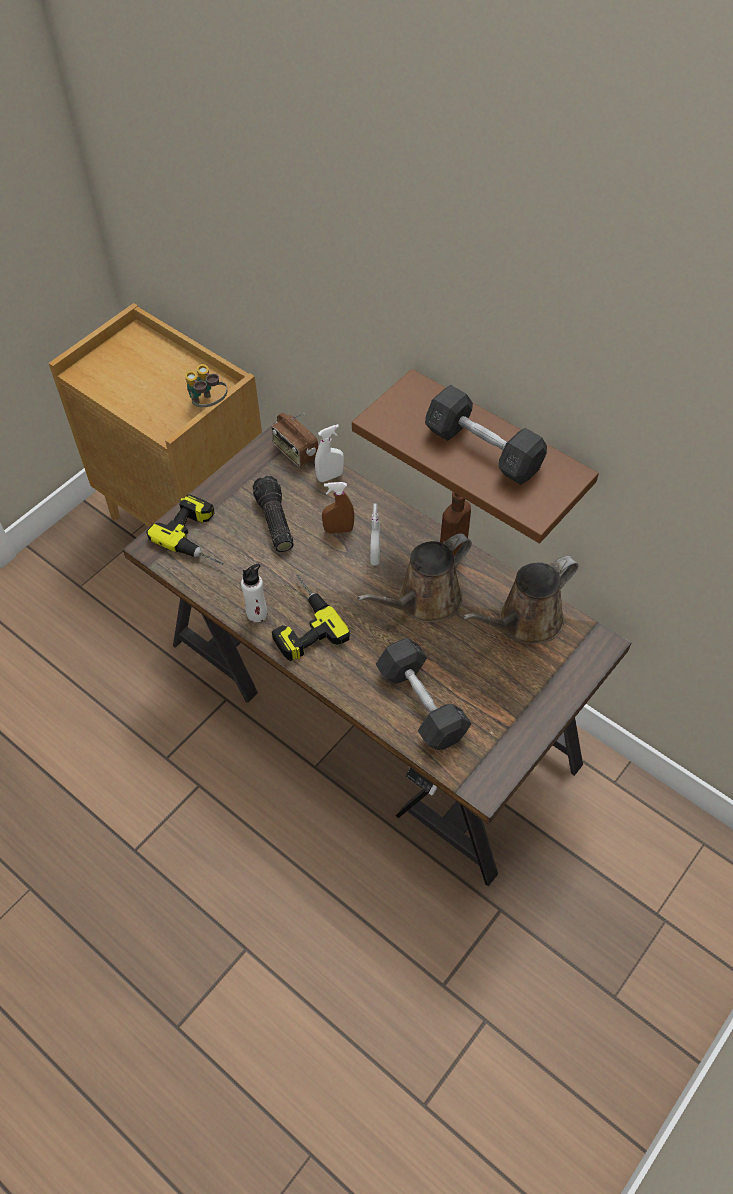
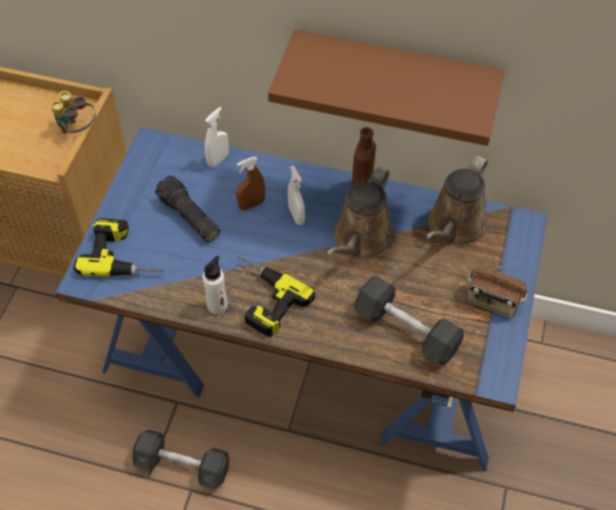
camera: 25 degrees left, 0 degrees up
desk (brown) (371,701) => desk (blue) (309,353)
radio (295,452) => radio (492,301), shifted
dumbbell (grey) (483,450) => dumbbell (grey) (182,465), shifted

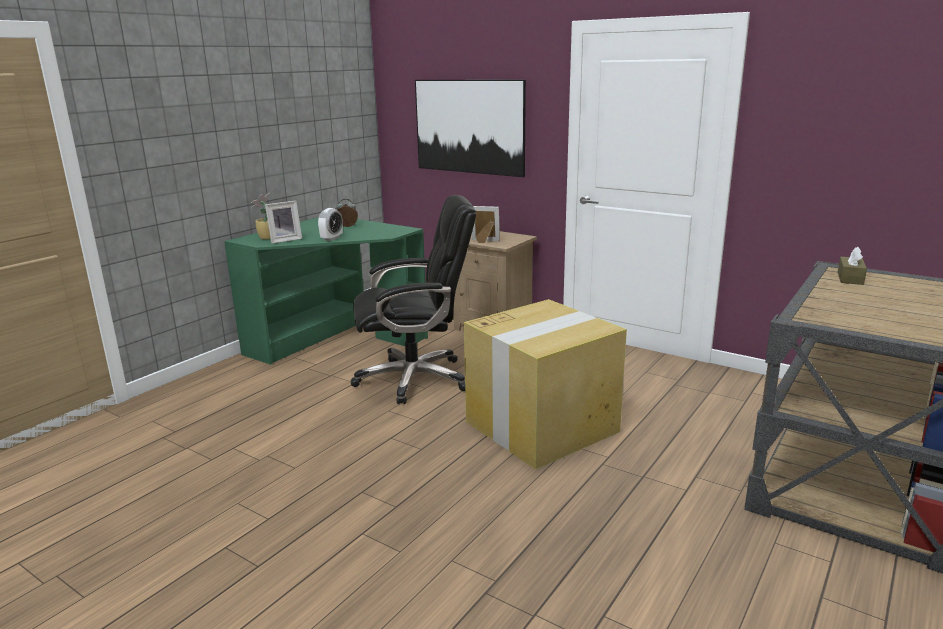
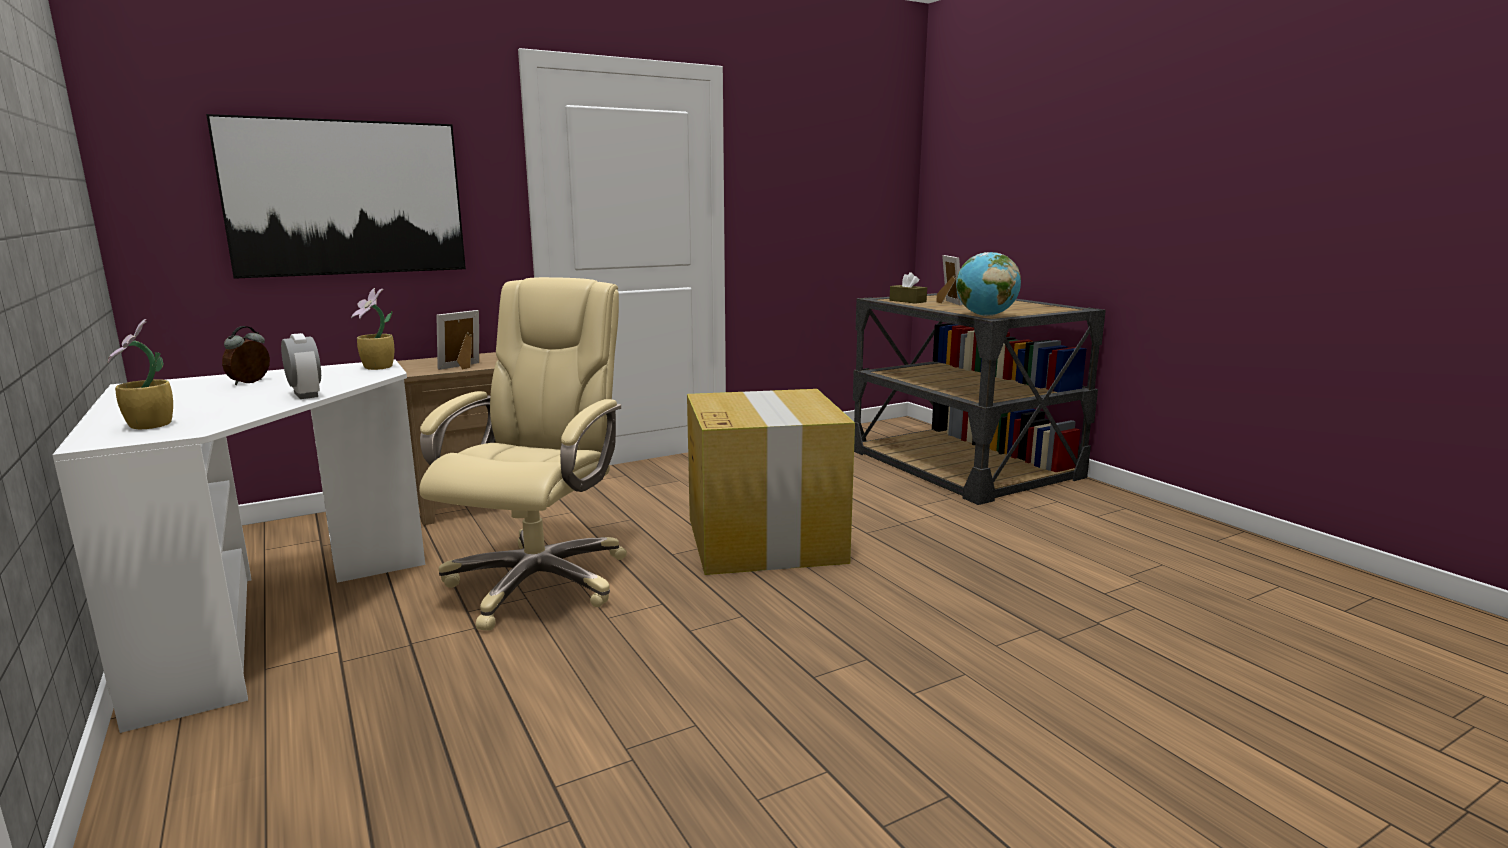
camera: 65 degrees left, 5 degrees down
desk (green) (335,341) => desk (white) (274,617)
picture frame (285,240) => picture frame (947,303), shifted
office chair (black) (415,379) => office chair (beige) (539,581)
nothing => potted plant (378,367)
nothing => globe (985,315)

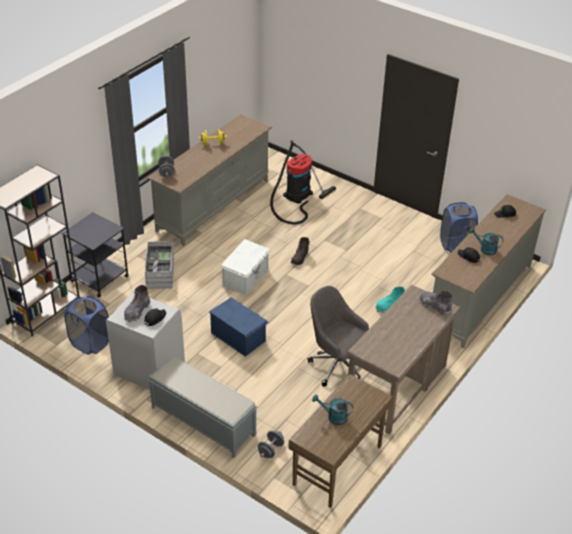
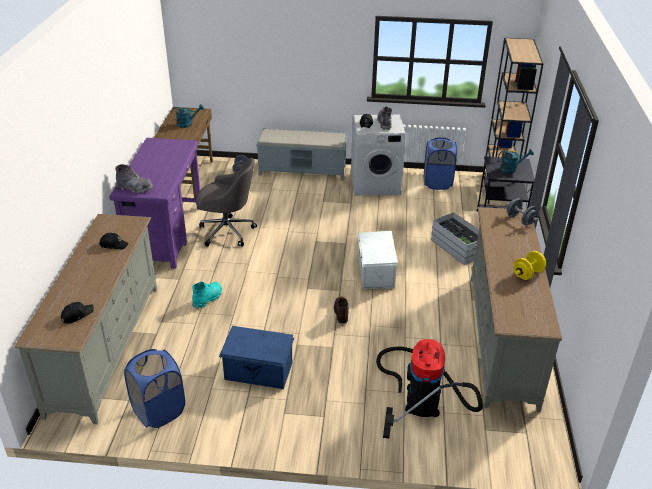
camera: 150 degrees right, 5 degrees down
storage box (blue) (238,336) => storage box (blue) (259,371), shifted
desk (brown) (397,388) => desk (purple) (165,234)
watering can (turquoise) (485,249) => watering can (turquoise) (511,169), shifted

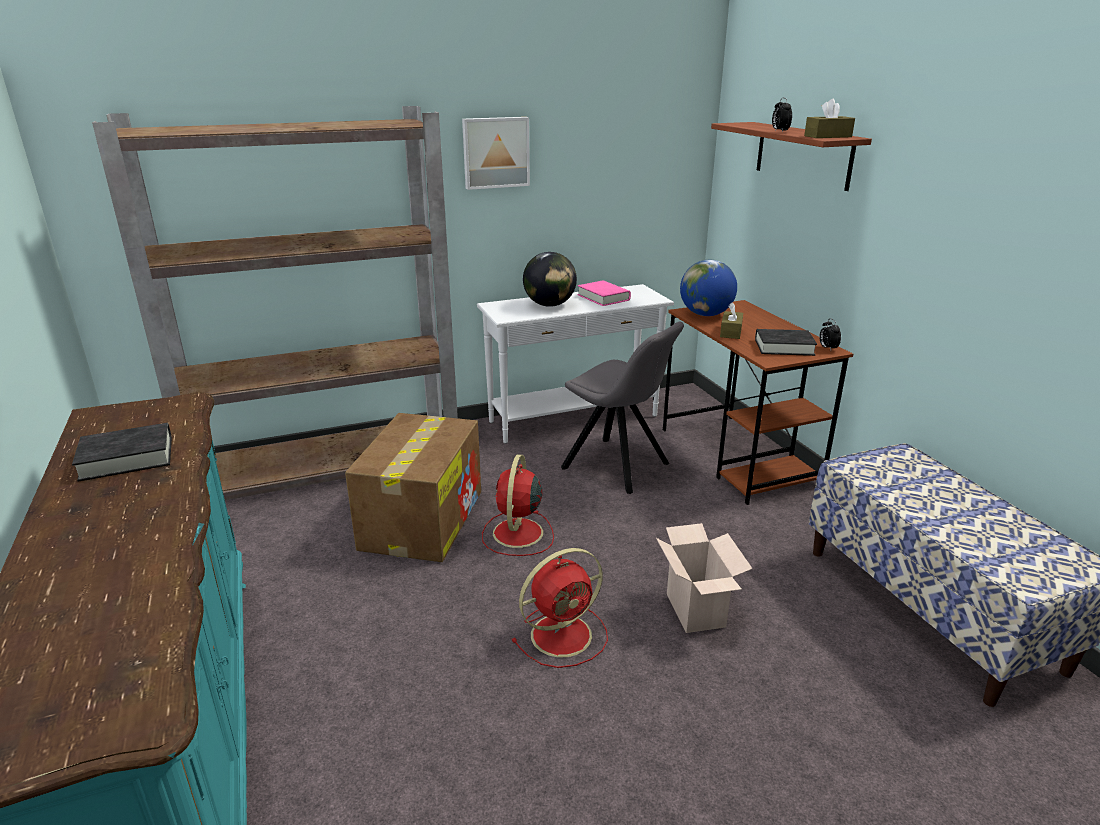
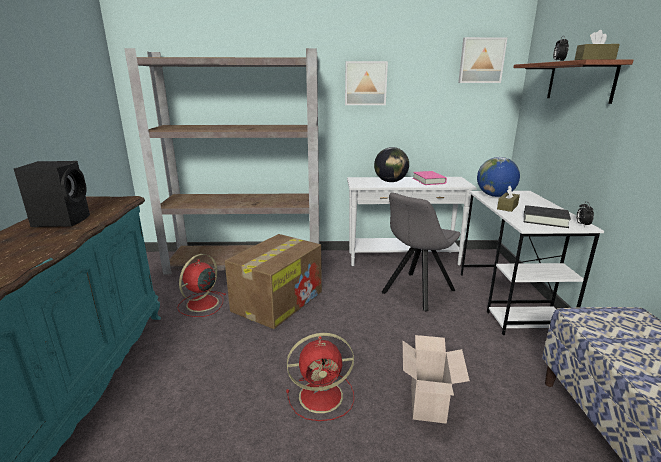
camera: 20 degrees right, 5 degrees down
book (black) (127,458) => speaker (black) (63,220)
fan (red) (517,534) => fan (red) (201,304), shifted
chair (grey) (616,466) => chair (grey) (417,291), 75 degrees clockwise
desk (brown) (738,457) => desk (white) (510,301)
nothing => picture (481,60)

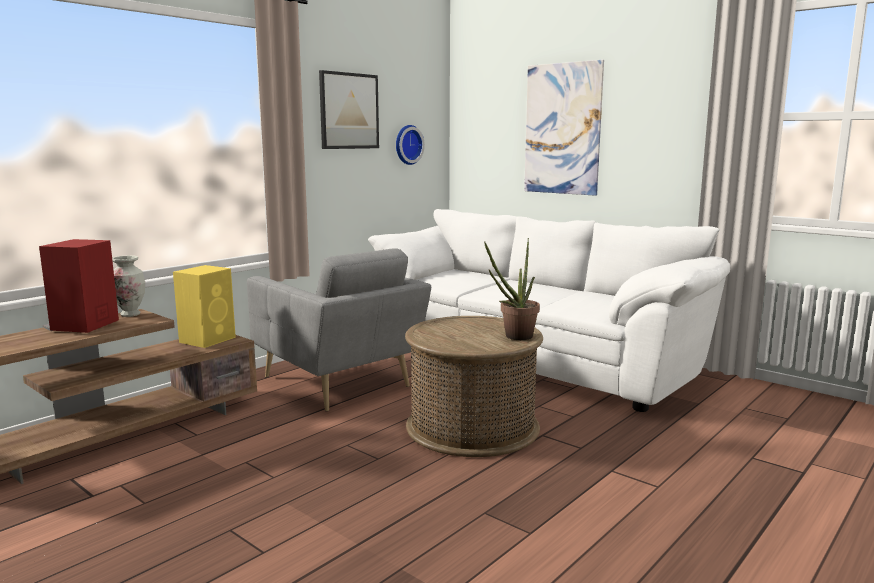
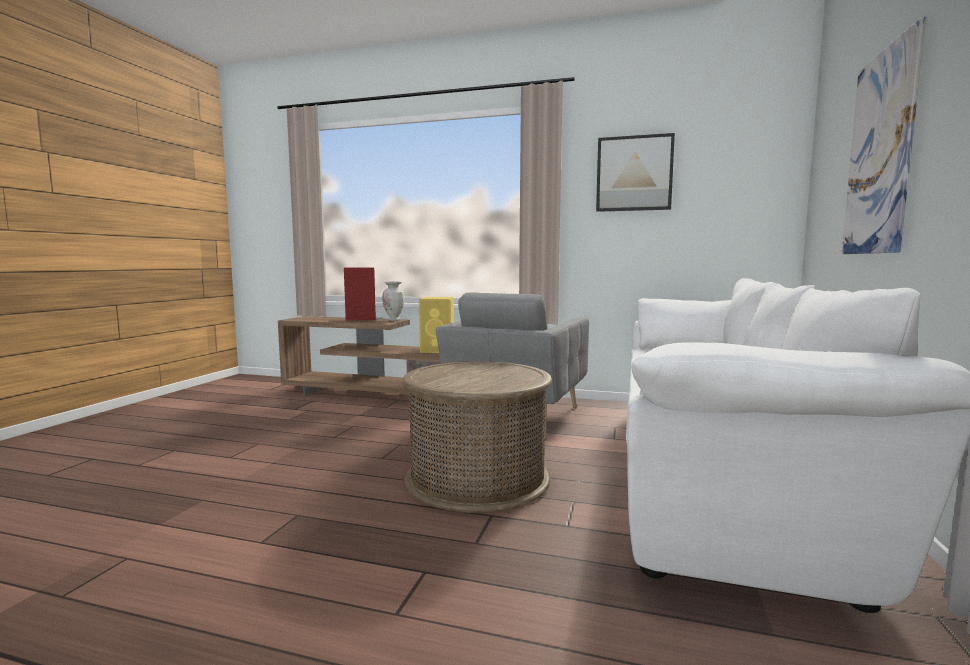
camera: 65 degrees right, 5 degrees down
wall clock (407,144) => nothing
potted plant (514,337) => nothing

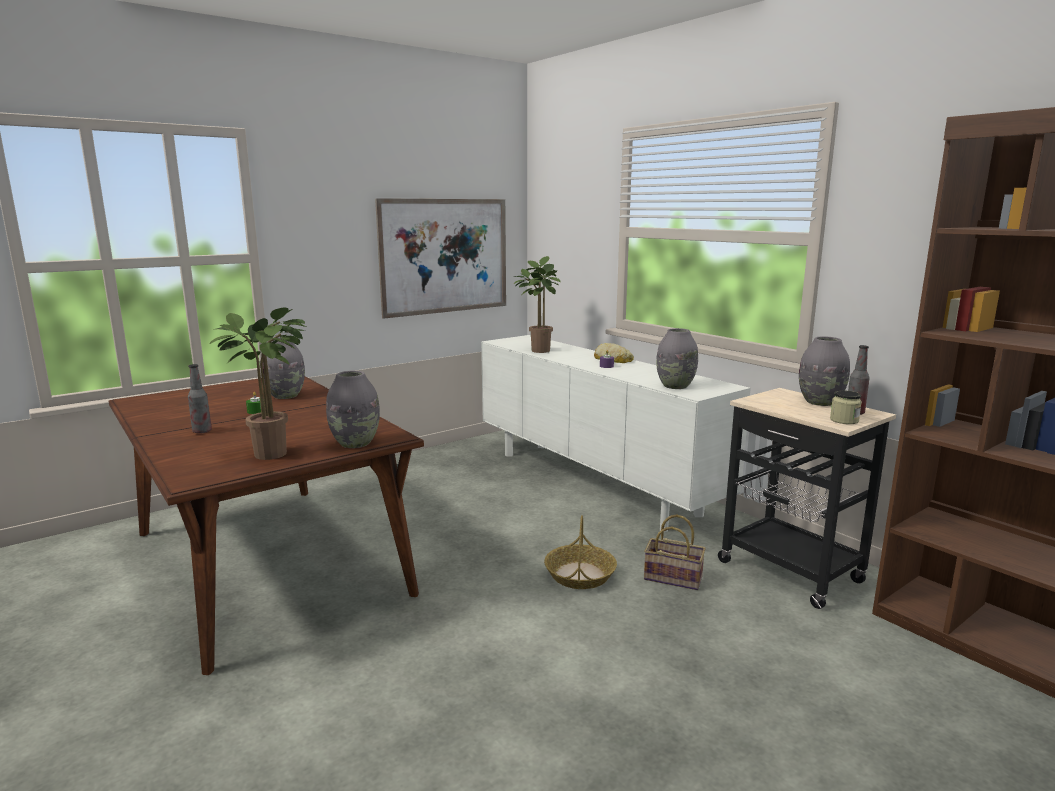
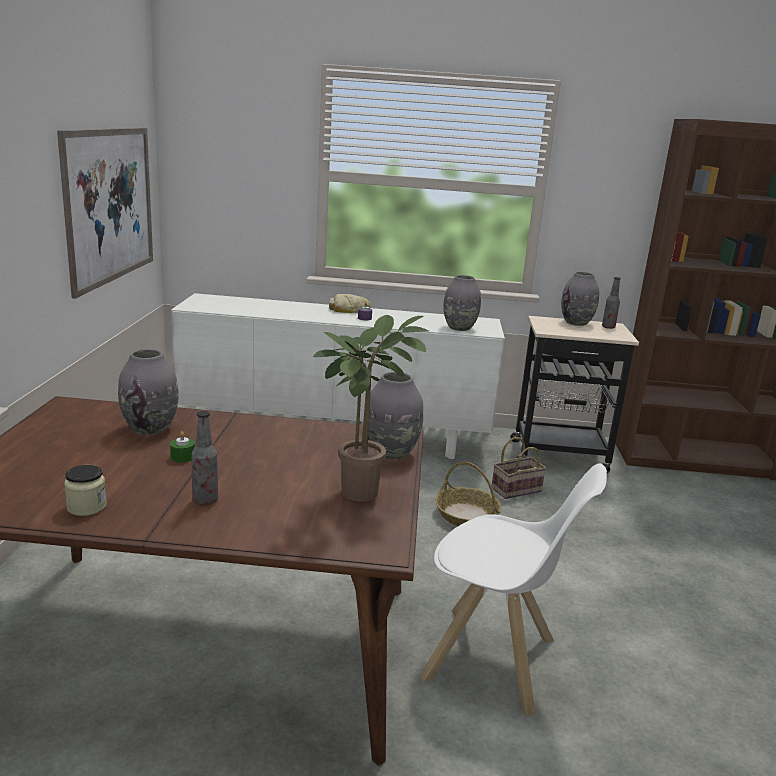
camera: 50 degrees left, 5 degrees up
potted plant (538,350) => nothing
jar (844,420) => jar (86,507), shifted
nothing => chair (white) (494,660)

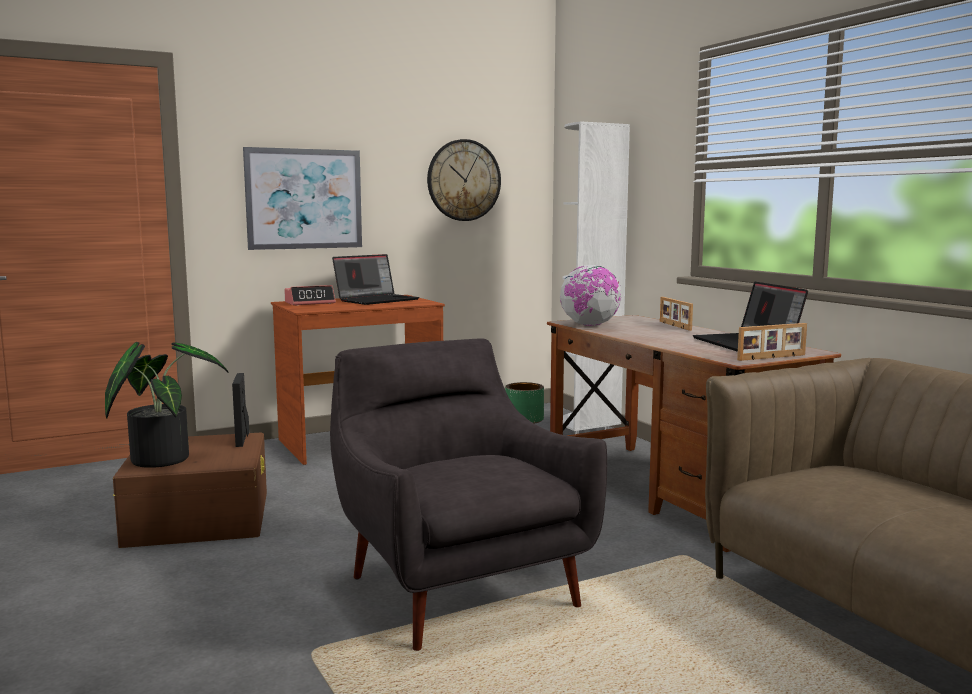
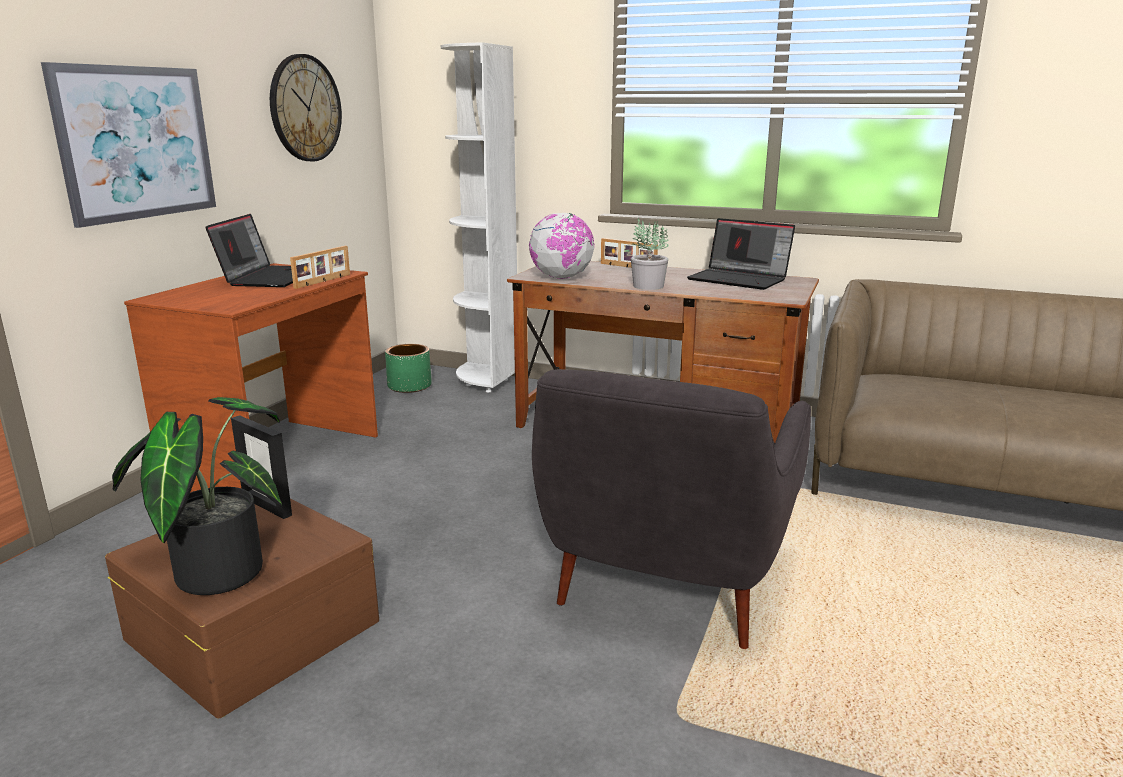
camera: 40 degrees left, 10 degrees up
alarm clock (310,303) => nothing
armchair (grey) (457,587) => armchair (grey) (667,585), 90 degrees counterclockwise
picture frame (772,357) => picture frame (323,281), shifted
nothing => potted plant (647,286)

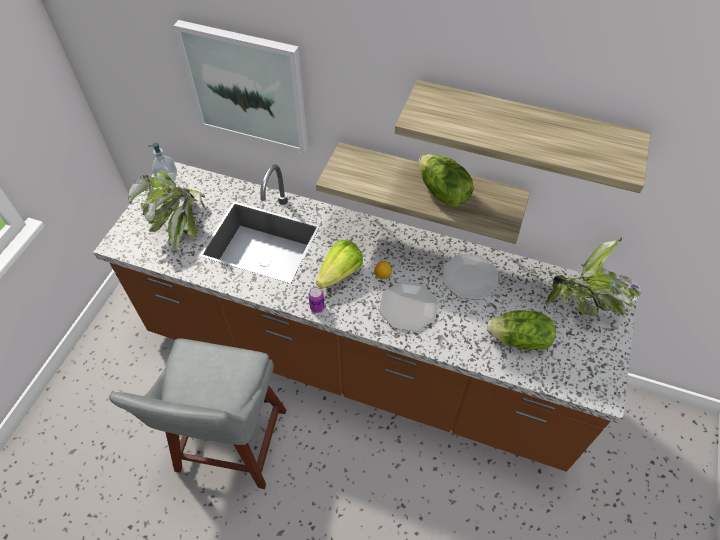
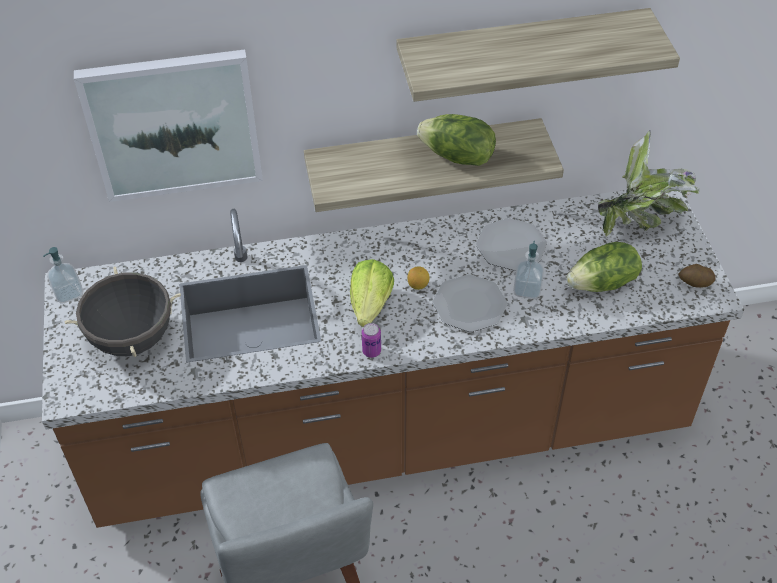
camera: 30 degrees left, 5 degrees down
potted plant (180,224) => cooking pot (black) (133,338)
nothing => soap dispenser (527,289)
nothing => potato (694,283)

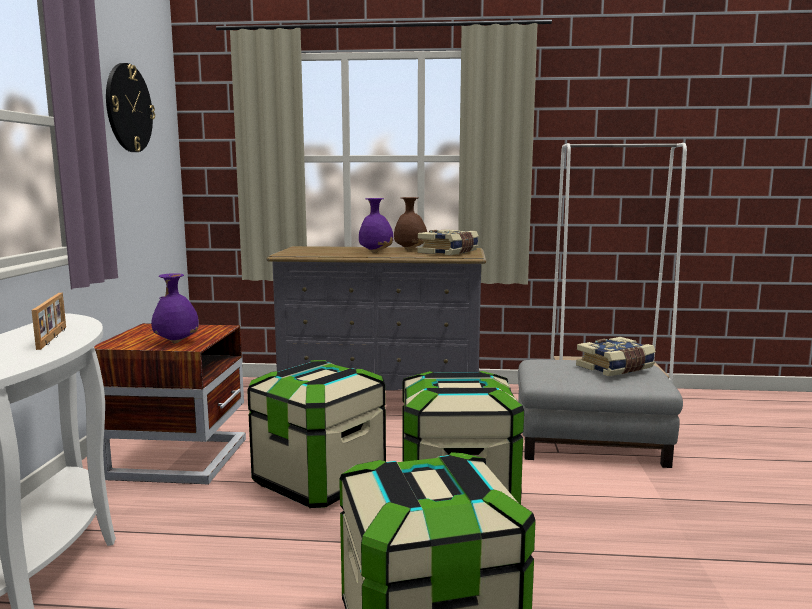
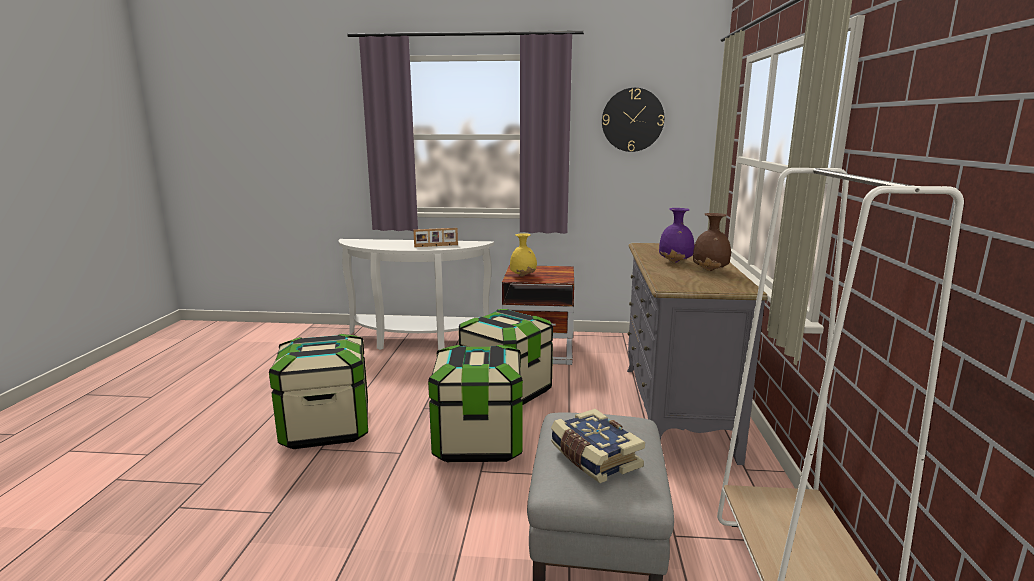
camera: 90 degrees right, 5 degrees up
vase (purple) (176,342) => vase (yellow) (523,276)
book (449,252) => nothing

